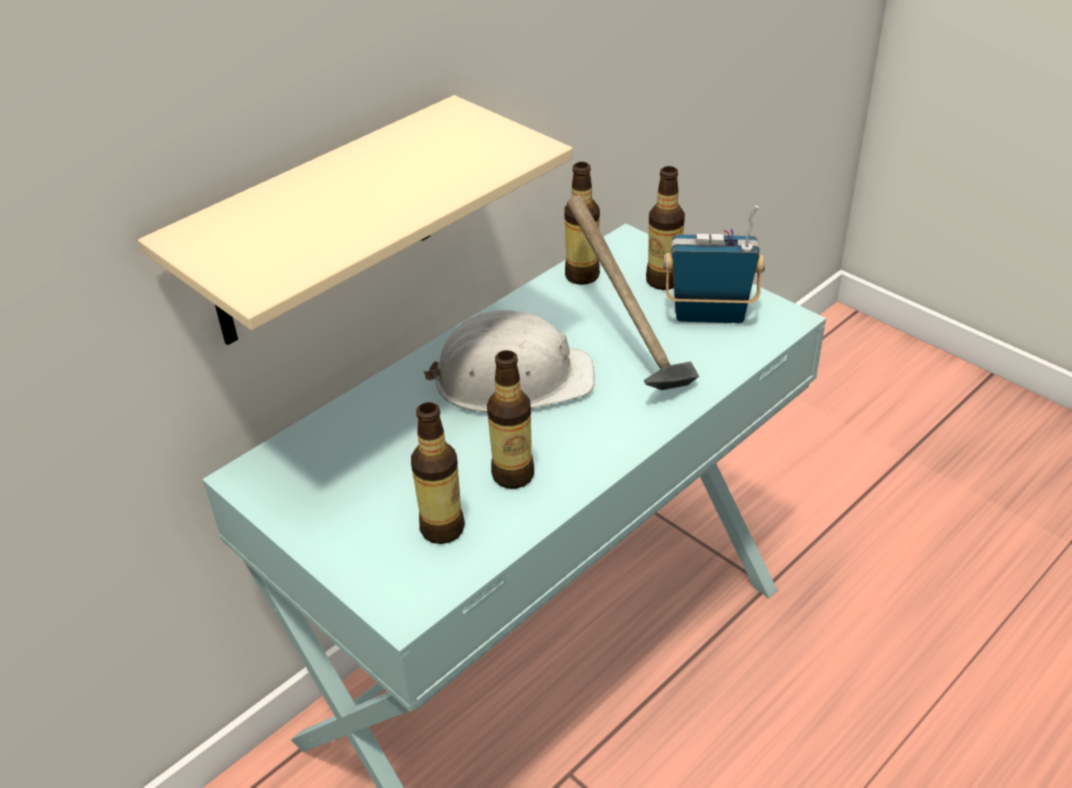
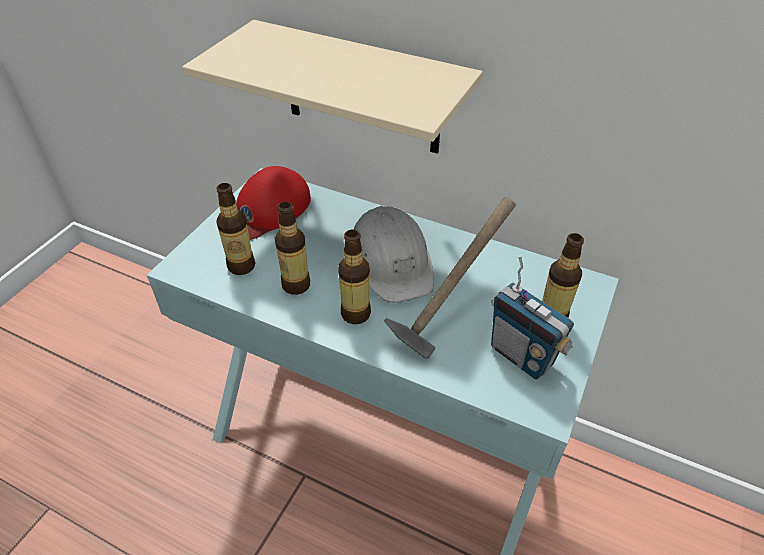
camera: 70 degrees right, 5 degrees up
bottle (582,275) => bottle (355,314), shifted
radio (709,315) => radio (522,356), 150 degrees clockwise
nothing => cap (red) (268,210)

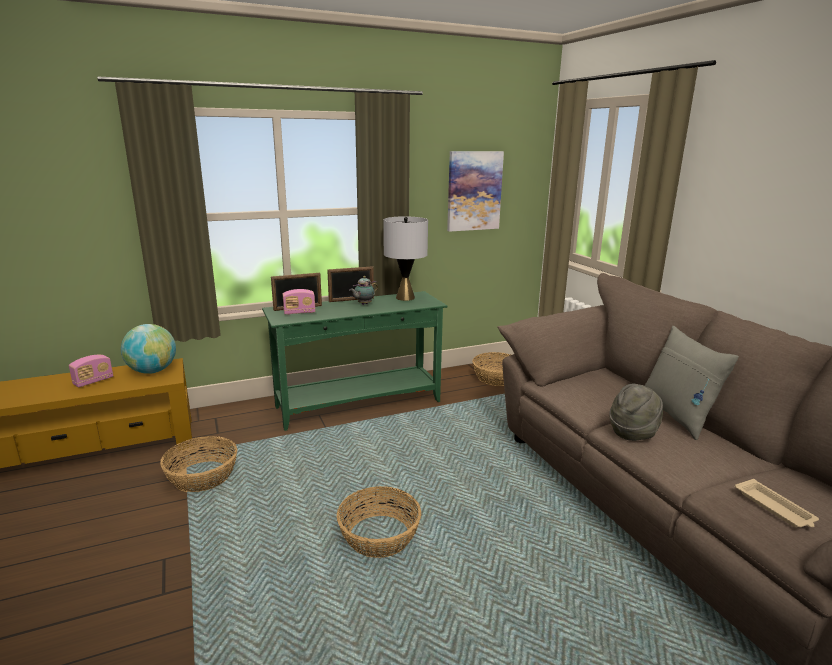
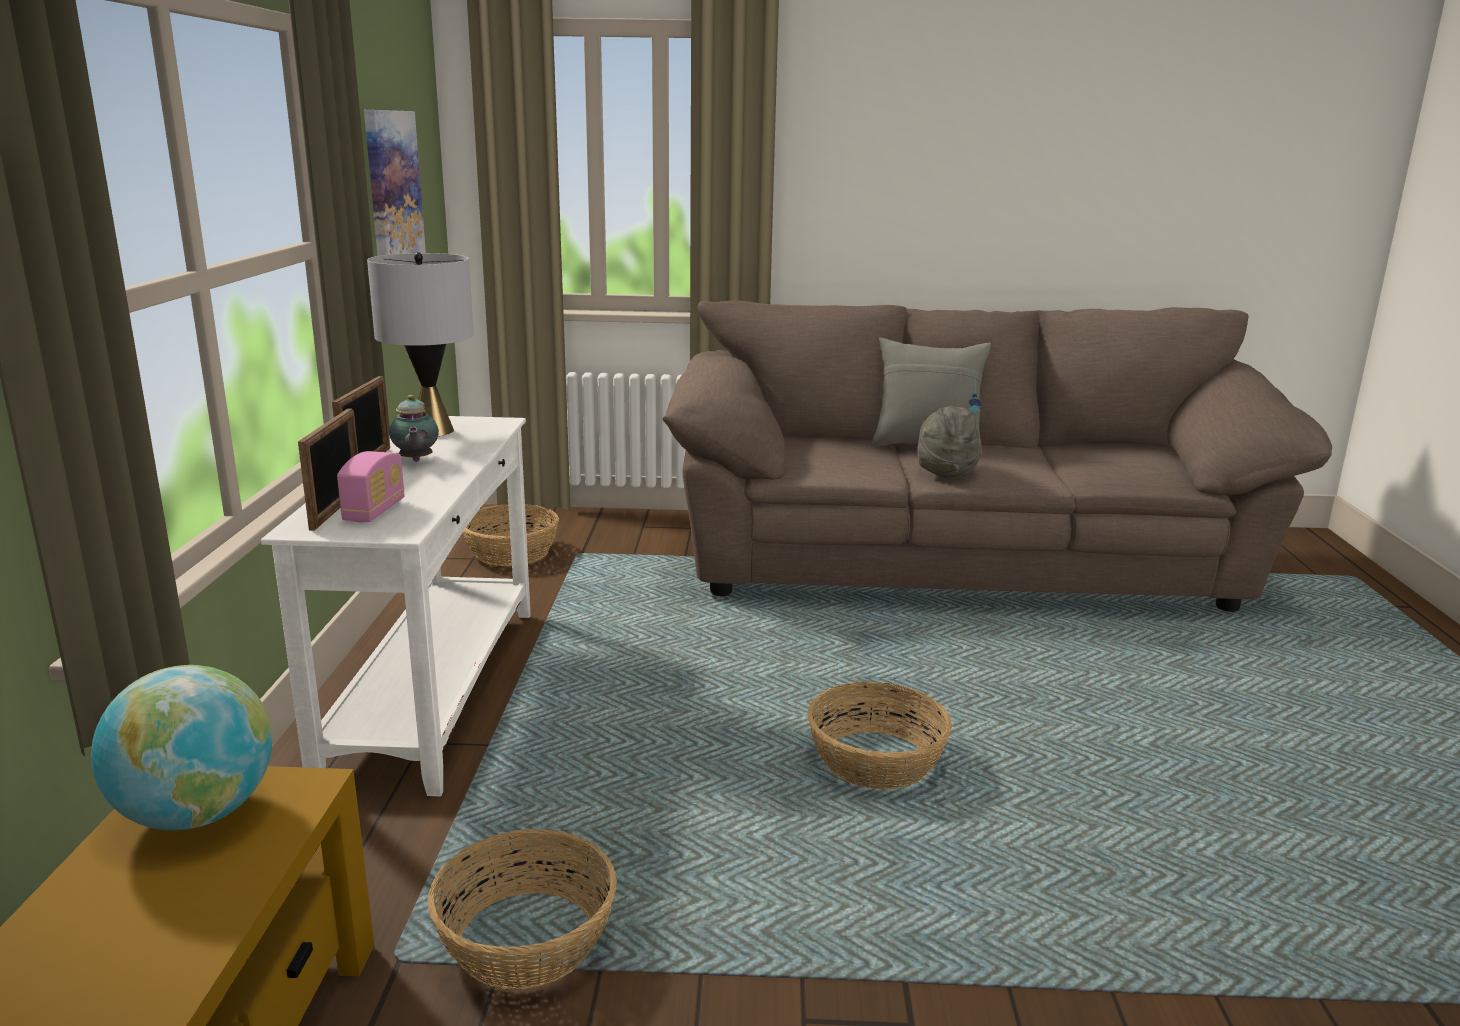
camera: 65 degrees left, 0 degrees up
radio (93,381) => nothing
console table (green) (359,403) => console table (white) (434,689)
tray (beige) (775,508) => nothing

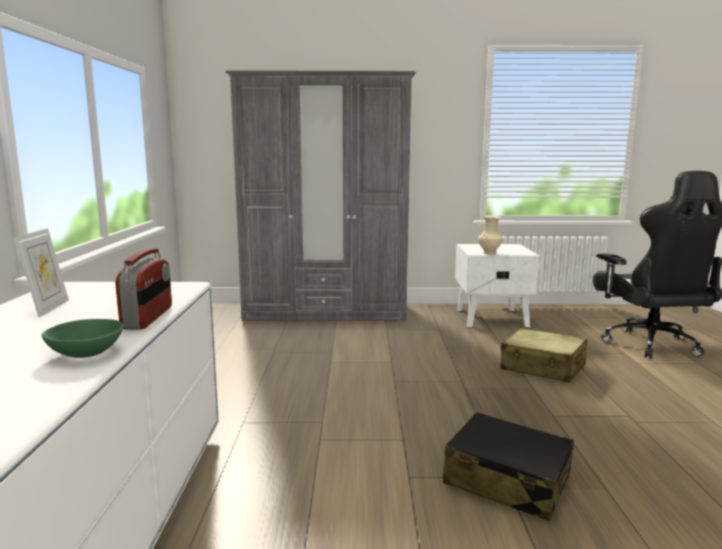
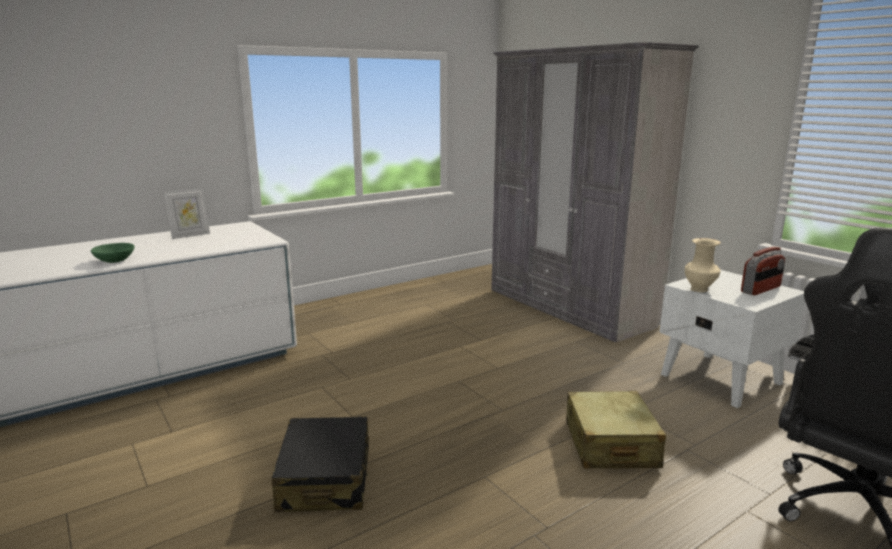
camera: 55 degrees right, 5 degrees up
radio (148,318) => radio (761,289), shifted

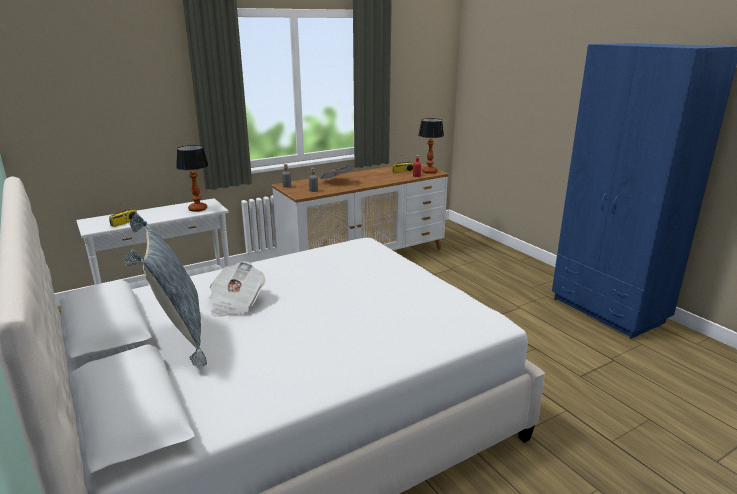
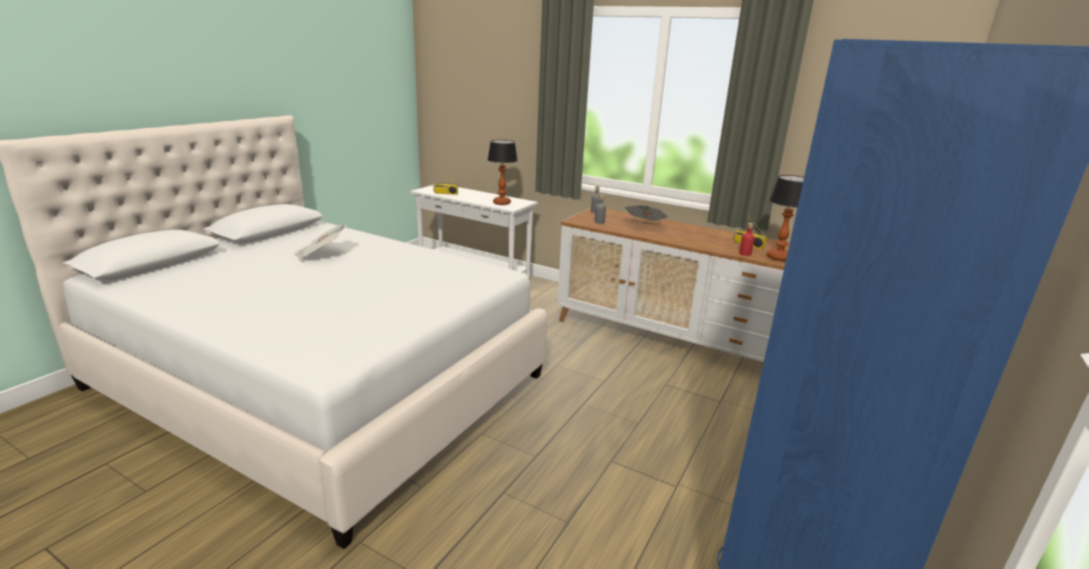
camera: 60 degrees right, 0 degrees up
pillow (176,344) => nothing

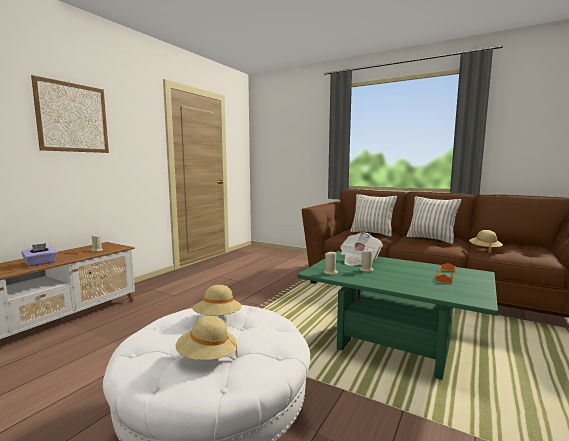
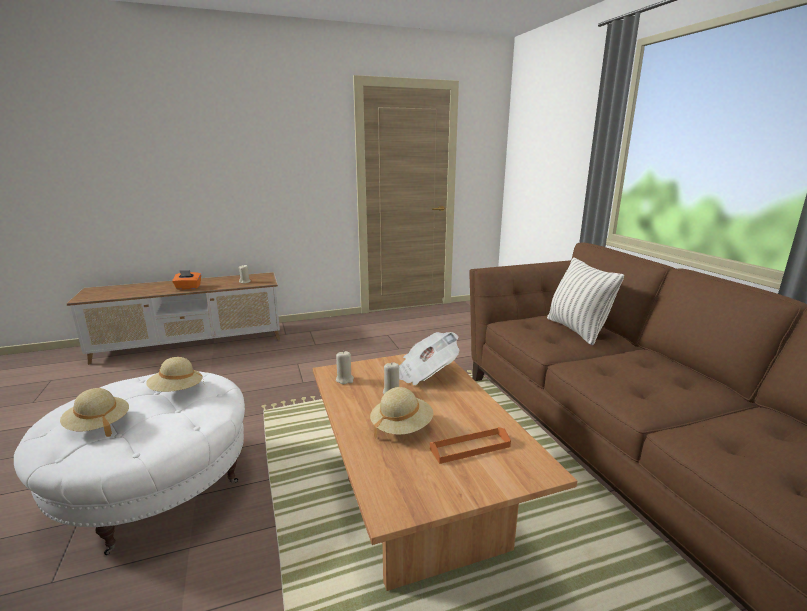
camera: 40 degrees right, 10 degrees up
tissue box (purple) (41,263) => tissue box (orange) (188,287)
picture (73,117) => nothing
coffee table (green) (392,345) => coffee table (brown) (416,510)
pillow (431,239) => nothing
hat (beige) (484,249) => hat (beige) (401,427), shifted

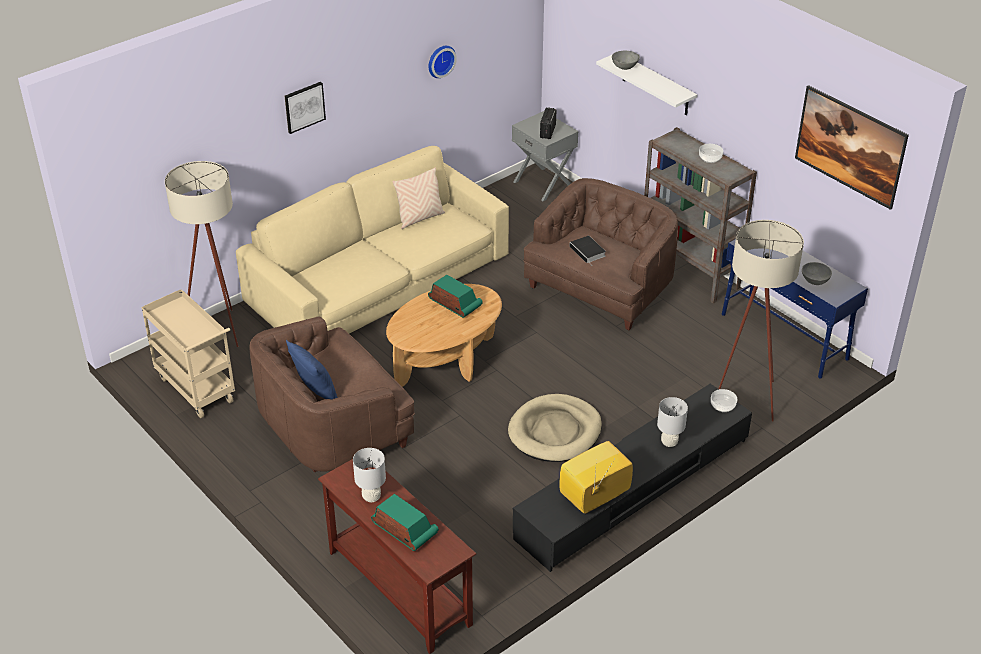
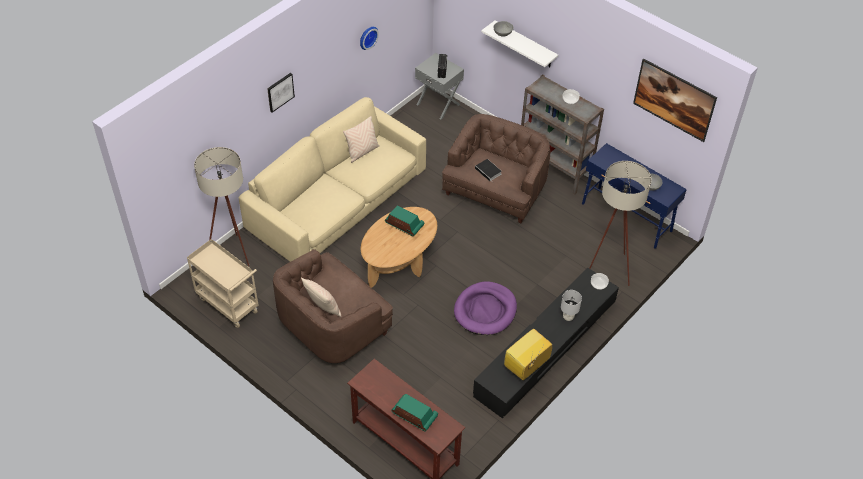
camera: 10 degrees left, 10 degrees up
pillow (blue) (316,392) => pillow (beige) (323,308)
table lamp (grey) (371,498) => nothing
dog bed (beige) (555,431) => dog bed (purple) (485,310)

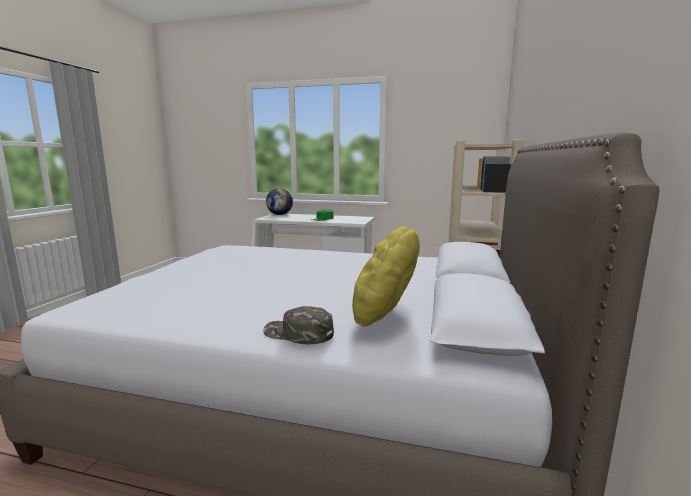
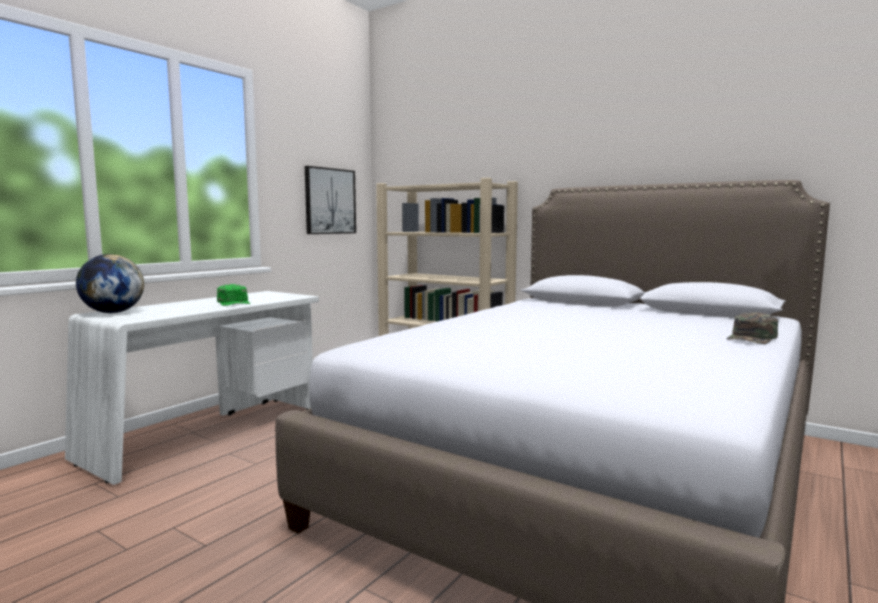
camera: 70 degrees left, 5 degrees down
pillow (yellow) (386,320) => nothing
nothing => picture (330,201)

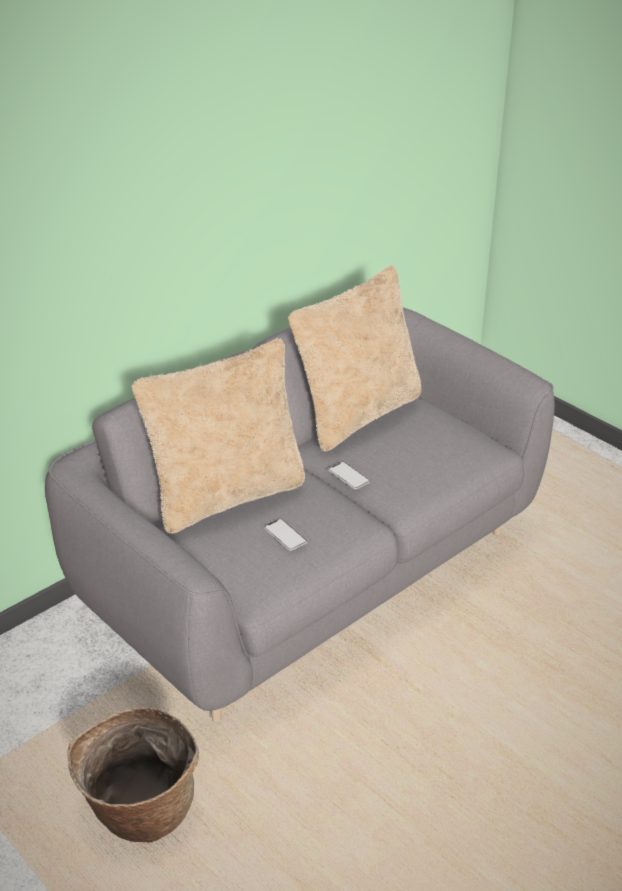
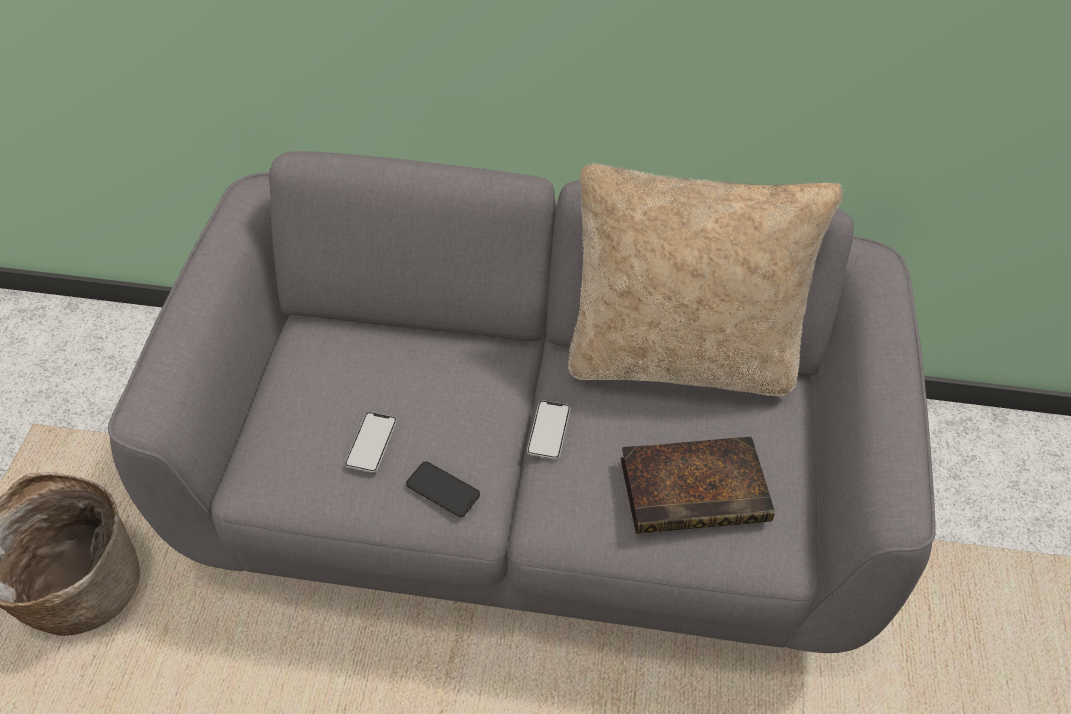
camera: 50 degrees right, 15 degrees up
pillow (beige) (229,498) => nothing
nothing => phone (443,489)
nothing => book (697,489)

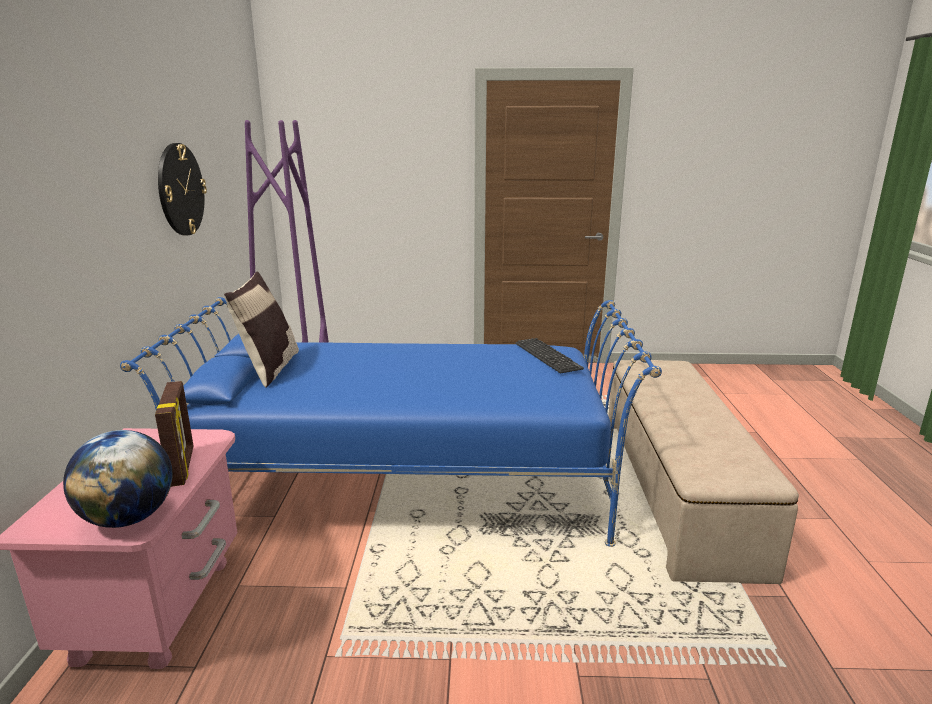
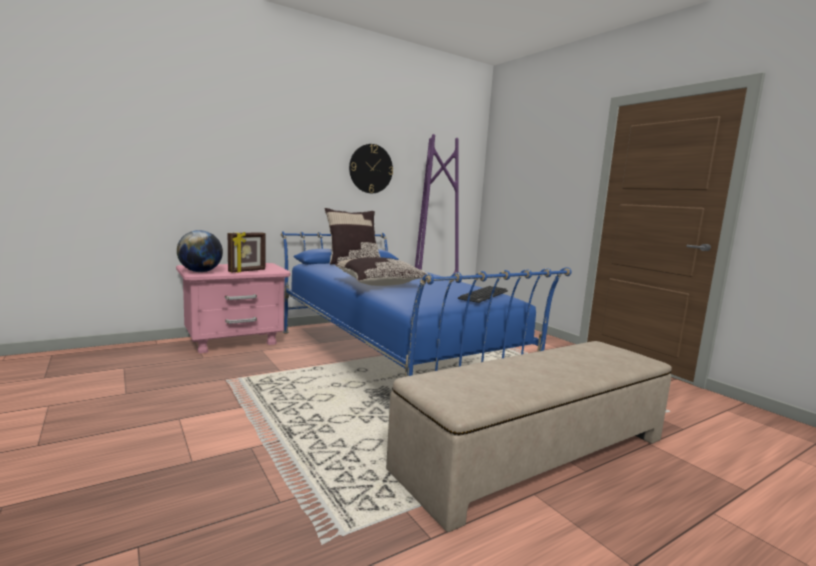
camera: 55 degrees right, 10 degrees down
nothing => pillow (379,284)

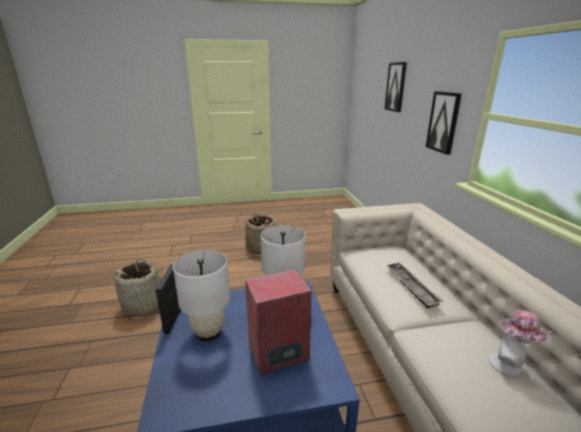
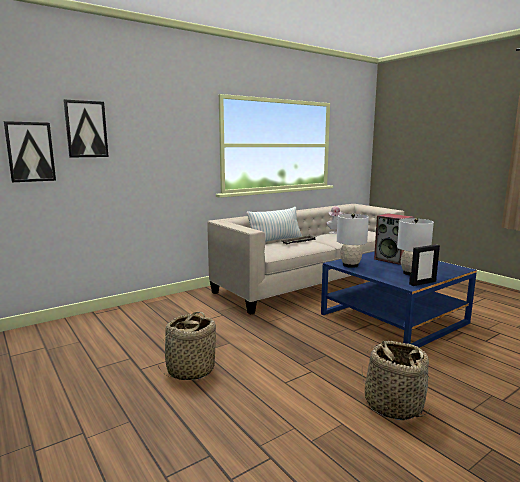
camera: 115 degrees left, 10 degrees down
picture (443,122) => picture (30,152), shifted
nothing => pillow (275,241)

